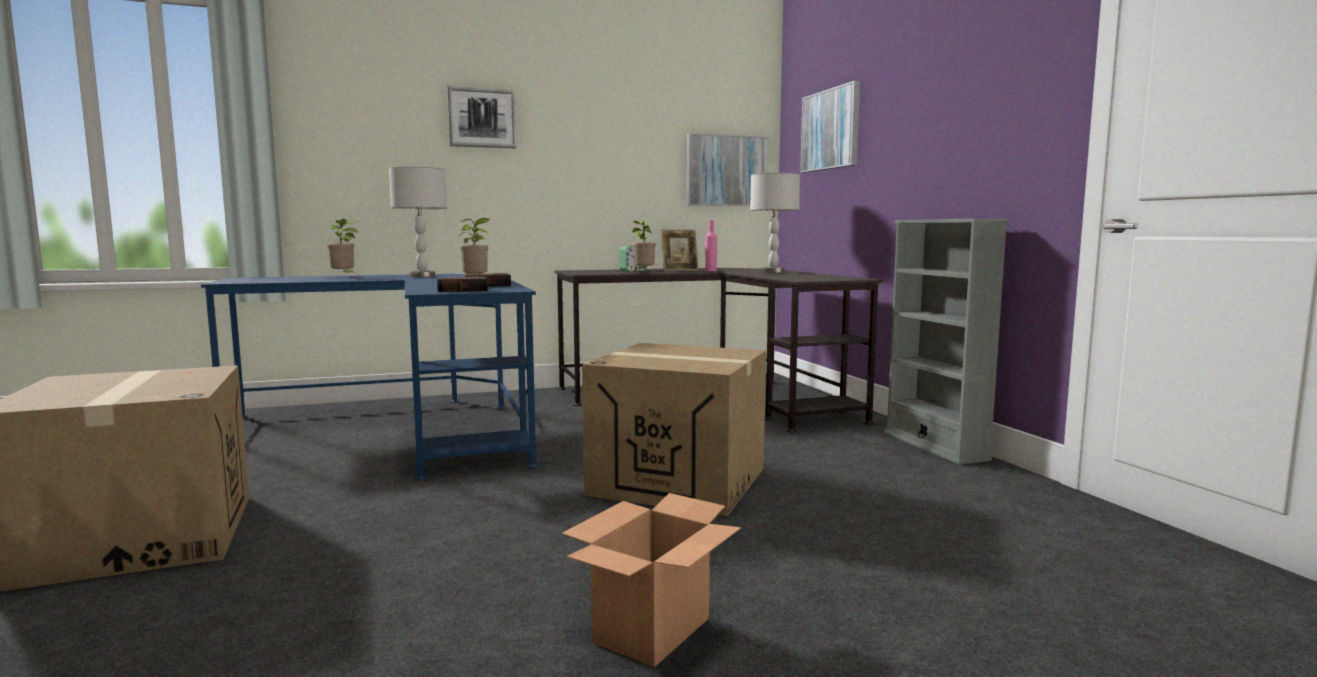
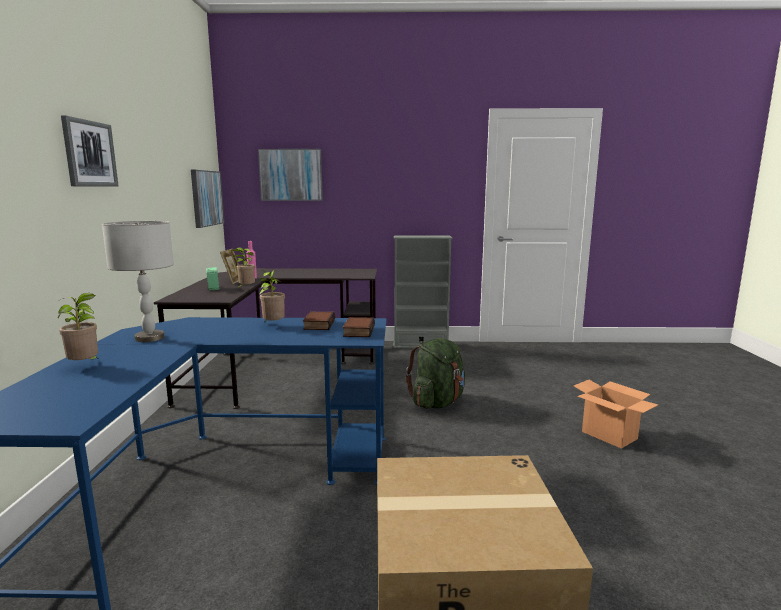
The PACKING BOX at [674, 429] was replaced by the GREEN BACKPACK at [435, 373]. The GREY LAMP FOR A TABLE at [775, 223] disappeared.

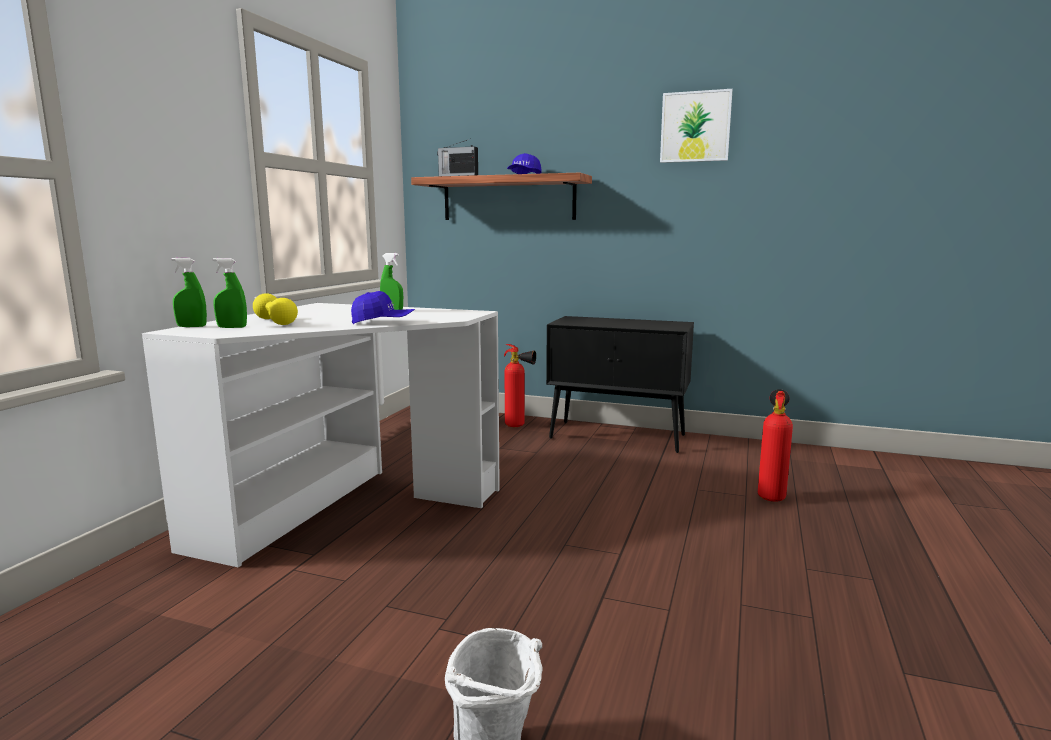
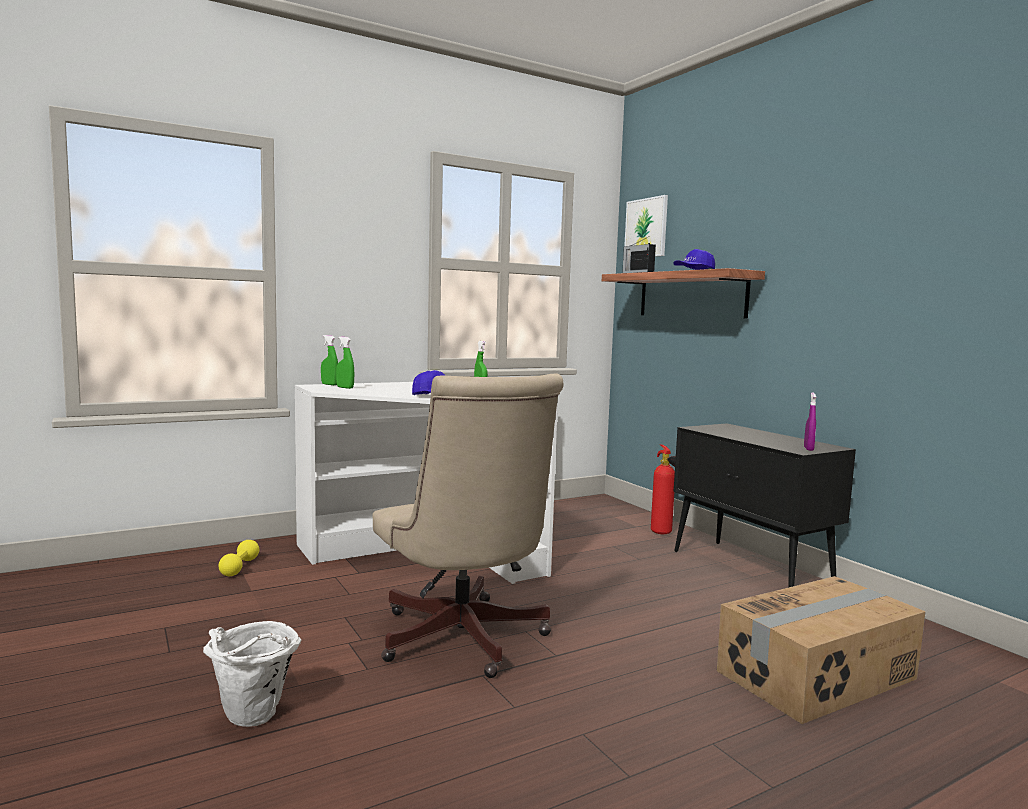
The YELLOWISH FREE WEIGHT moved from [275, 309] to [238, 558]. The WALL PICTURE moved from [696, 126] to [646, 226]. The FIRE-FIGHTING CYLINDER at [775, 445] was replaced by the PACKING BOX at [821, 650]. The BEIGE OFFICE CHAIR at [468, 525] appeared. The PURPLE-COLOURED HAND SPRAYER at [810, 422] appeared.

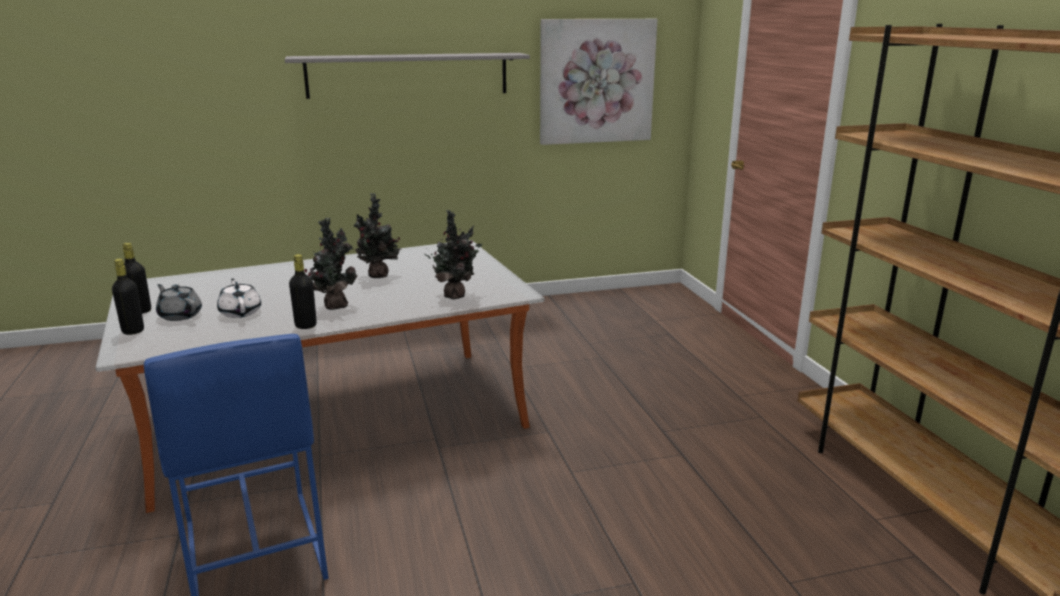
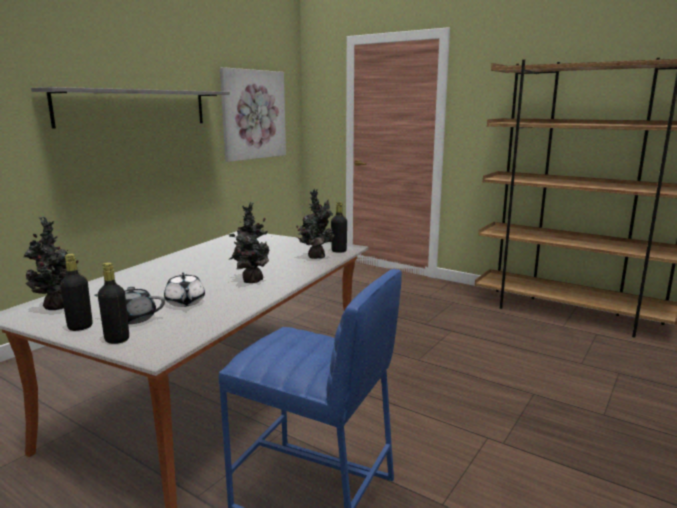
The WHITE-COLOURED POT FOR TEA at [239, 298] turned 135 degrees counterclockwise. The BLACKISH DRINK BOTTLE moved from [303, 291] to [339, 227]. The HOUSEPLANT moved from [378, 235] to [52, 263].

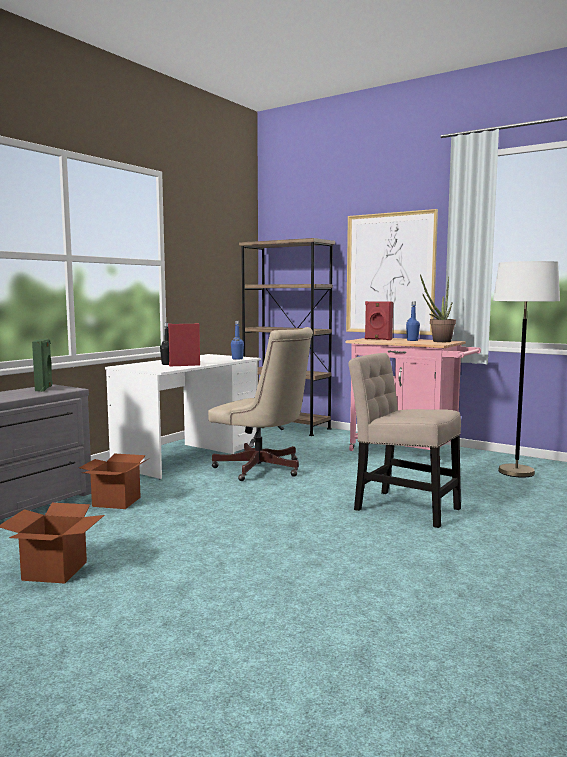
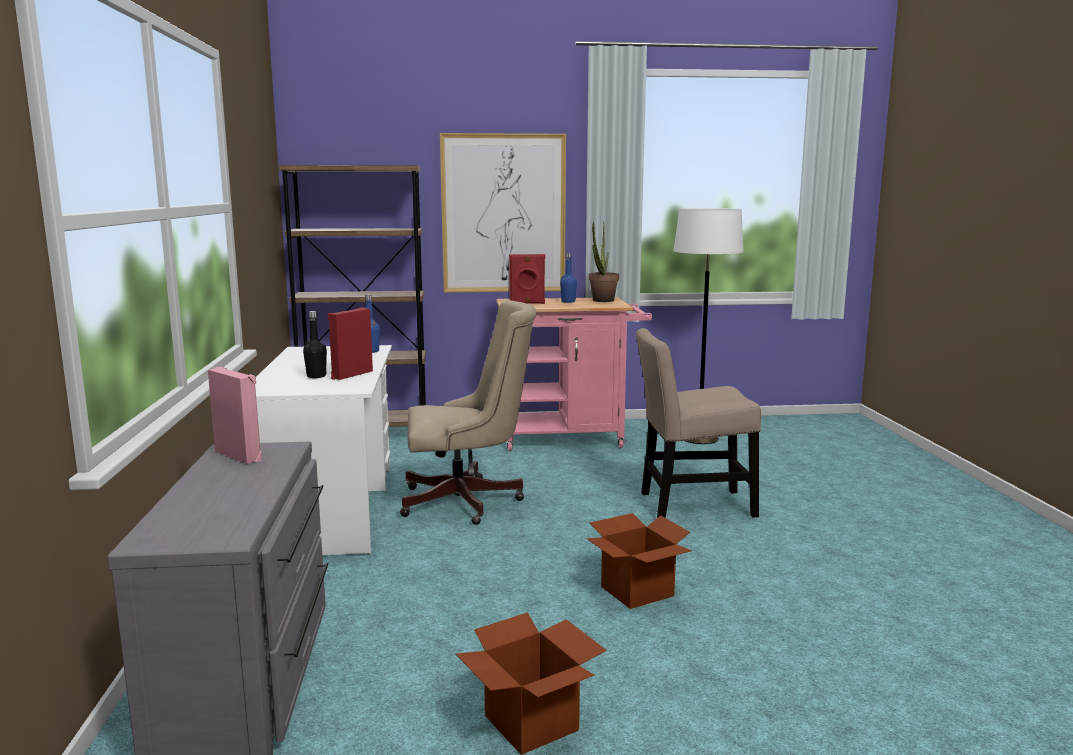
The GREEN LOUDSPEAKER at [42, 365] became the PINKISH LOUDSPEAKER at [235, 415]. The PACKING BOX moved from [114, 481] to [639, 561].

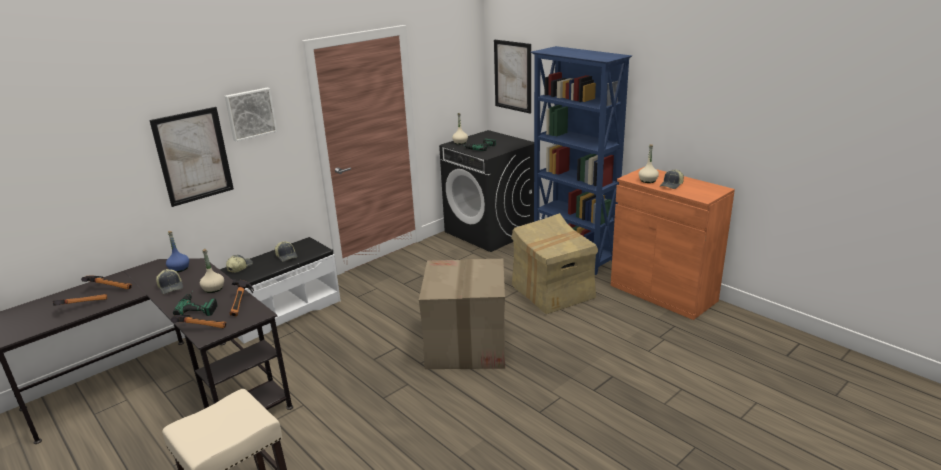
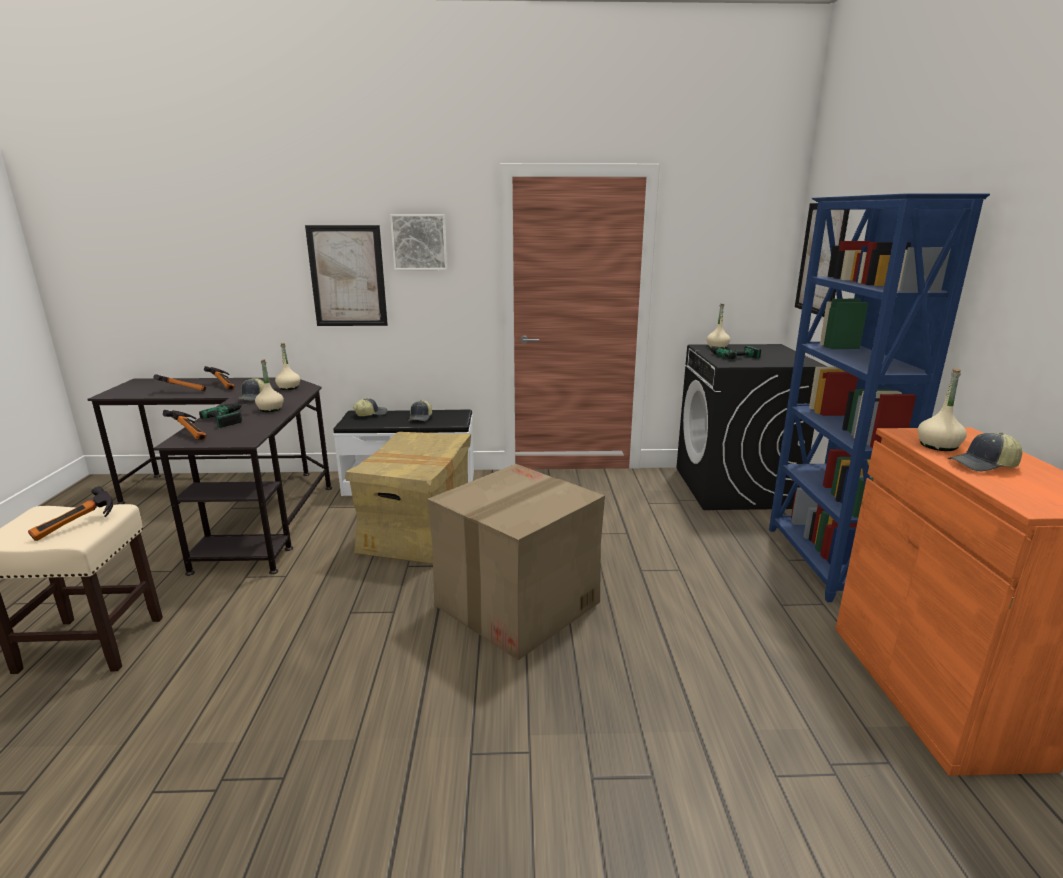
The BLUE-COLOURED DRINK BOTTLE at [177, 252] became the BEIGE DRINK BOTTLE at [287, 366]. The HAMMER moved from [242, 298] to [70, 513]. The PACKING BOX moved from [554, 263] to [408, 498].

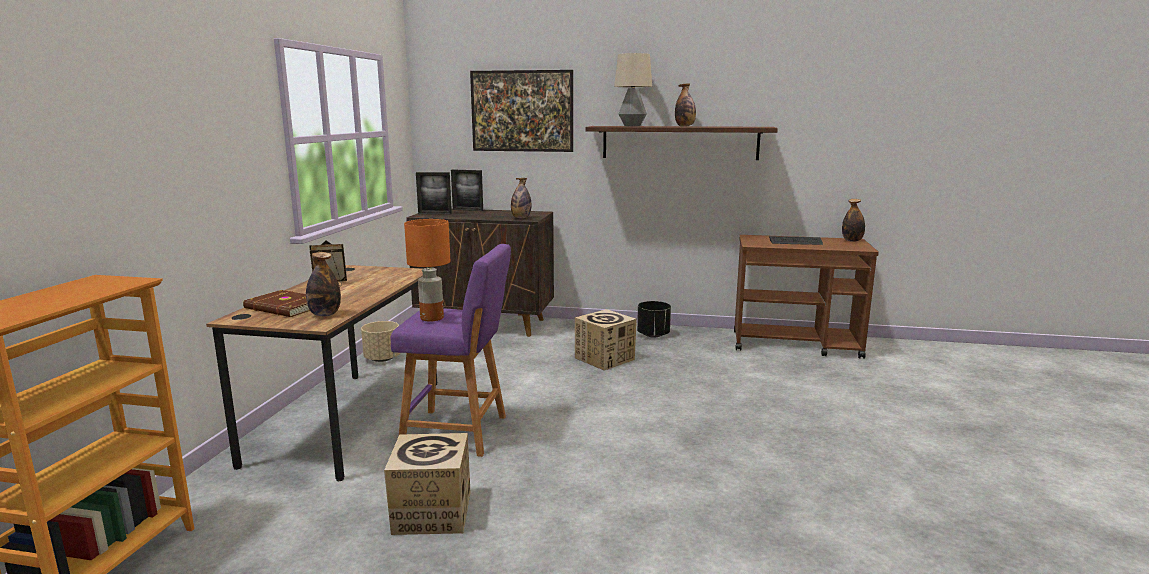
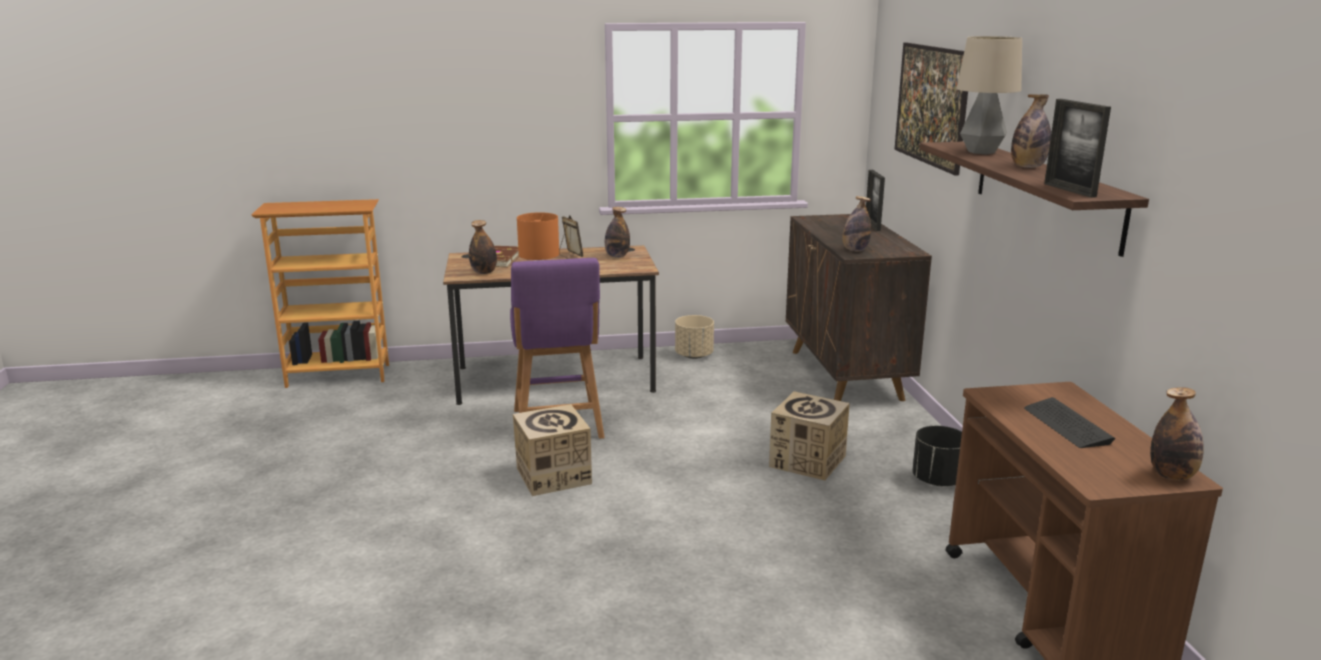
The PACKING BOX moved from [427, 484] to [552, 450]. The PHOTO FRAME moved from [434, 193] to [1077, 148]. The DRINK BOTTLE at [617, 232] appeared.

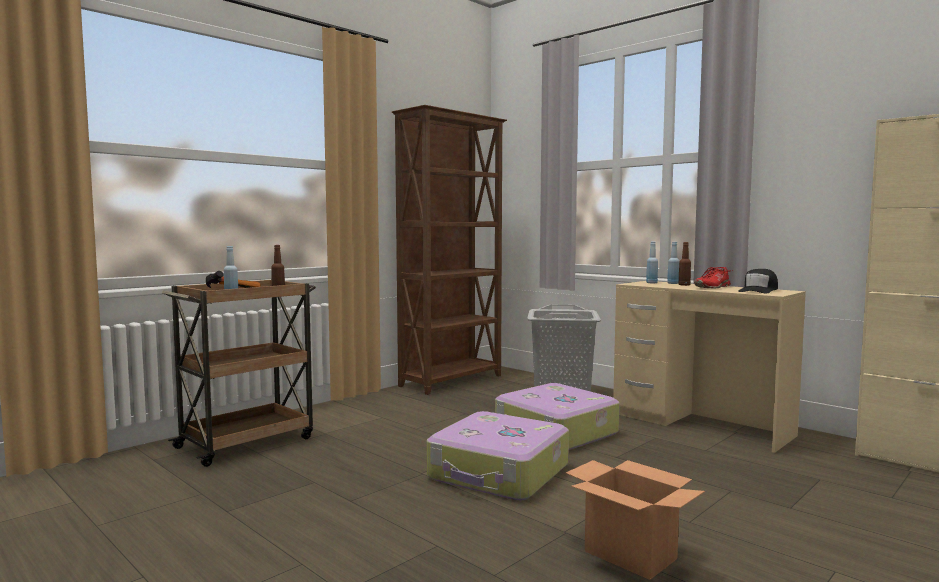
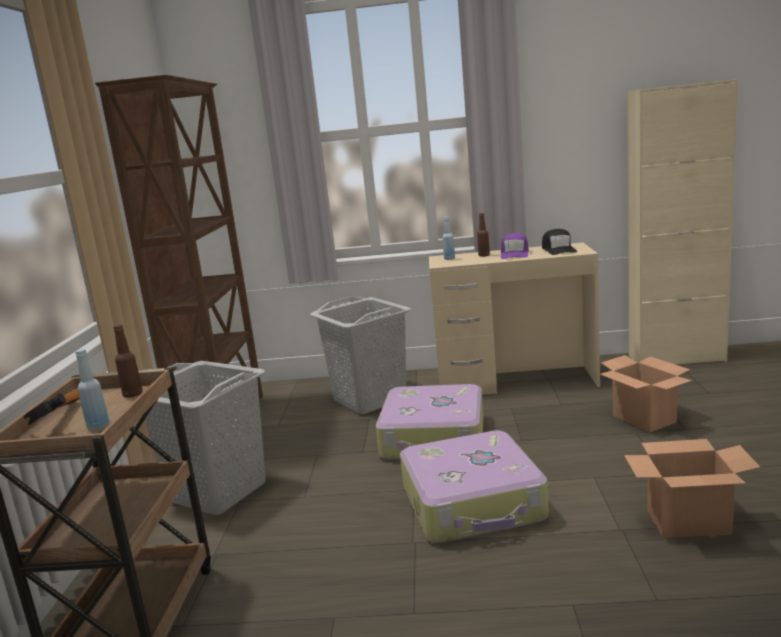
The BLUE-COLOURED DRINK BOTTLE at [673, 263] disappeared. The RED SHOE at [713, 278] was replaced by the PURPLE-COLOURED PEAKED CAP at [515, 246]. The GREY HAMPER at [205, 438] appeared. The PACKING BOX at [646, 393] appeared.

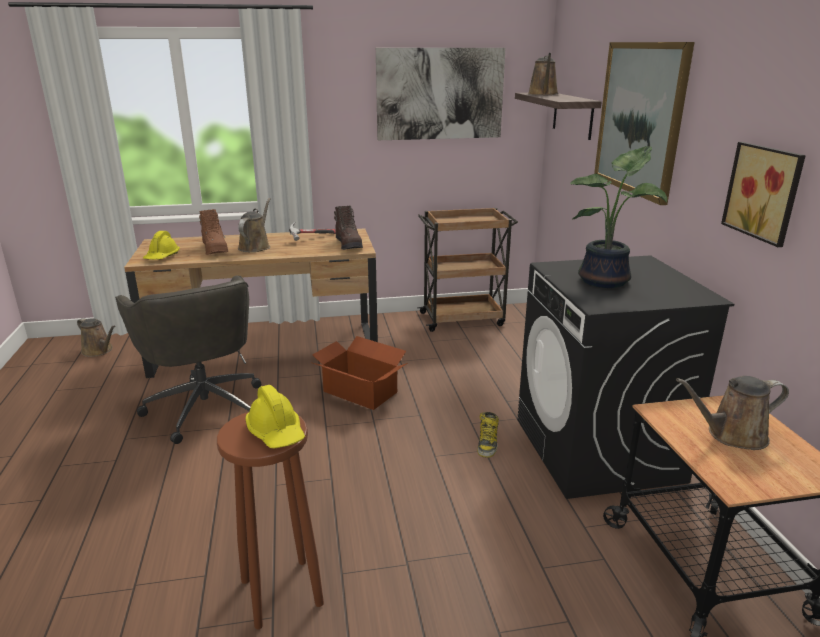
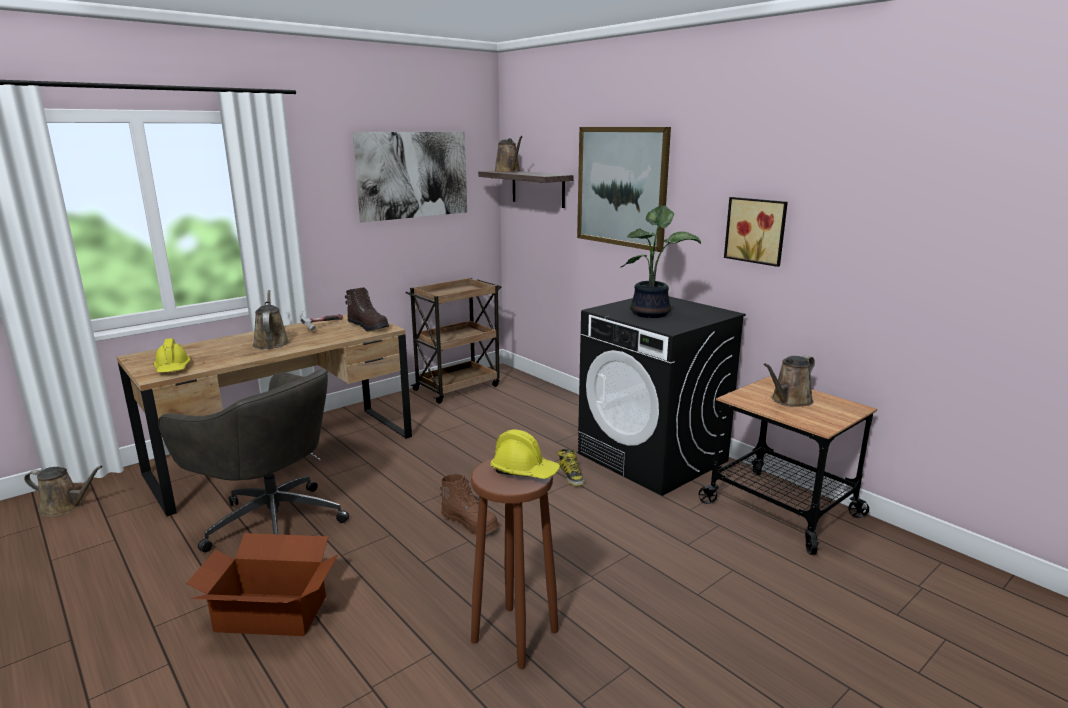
The BROWNISH HIGH-TOP BOOT moved from [213, 232] to [469, 504]. The PACKING BOX moved from [358, 373] to [262, 584].

